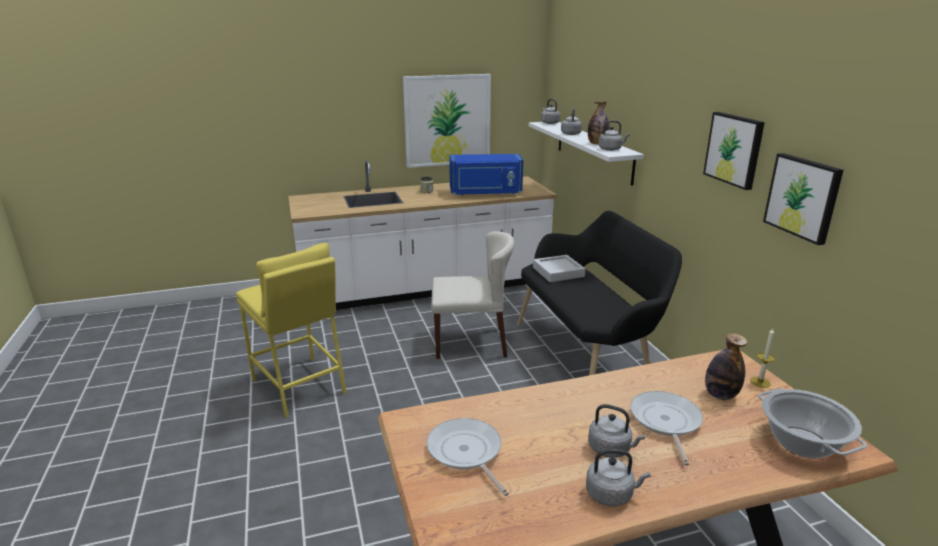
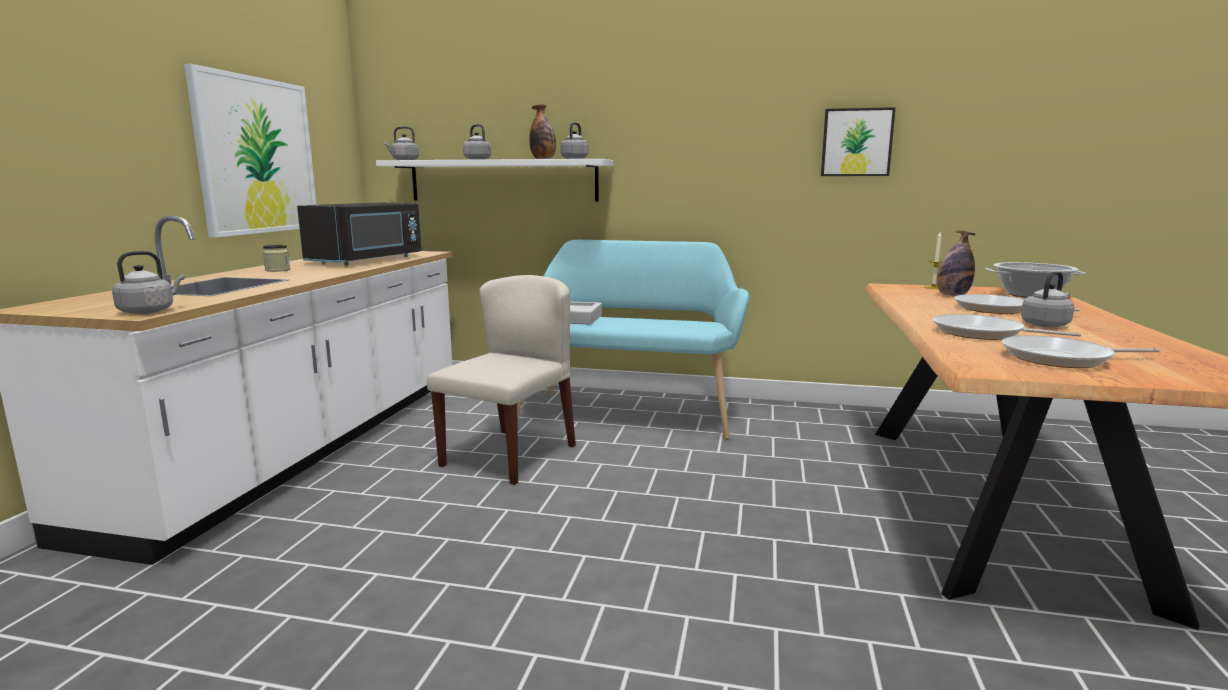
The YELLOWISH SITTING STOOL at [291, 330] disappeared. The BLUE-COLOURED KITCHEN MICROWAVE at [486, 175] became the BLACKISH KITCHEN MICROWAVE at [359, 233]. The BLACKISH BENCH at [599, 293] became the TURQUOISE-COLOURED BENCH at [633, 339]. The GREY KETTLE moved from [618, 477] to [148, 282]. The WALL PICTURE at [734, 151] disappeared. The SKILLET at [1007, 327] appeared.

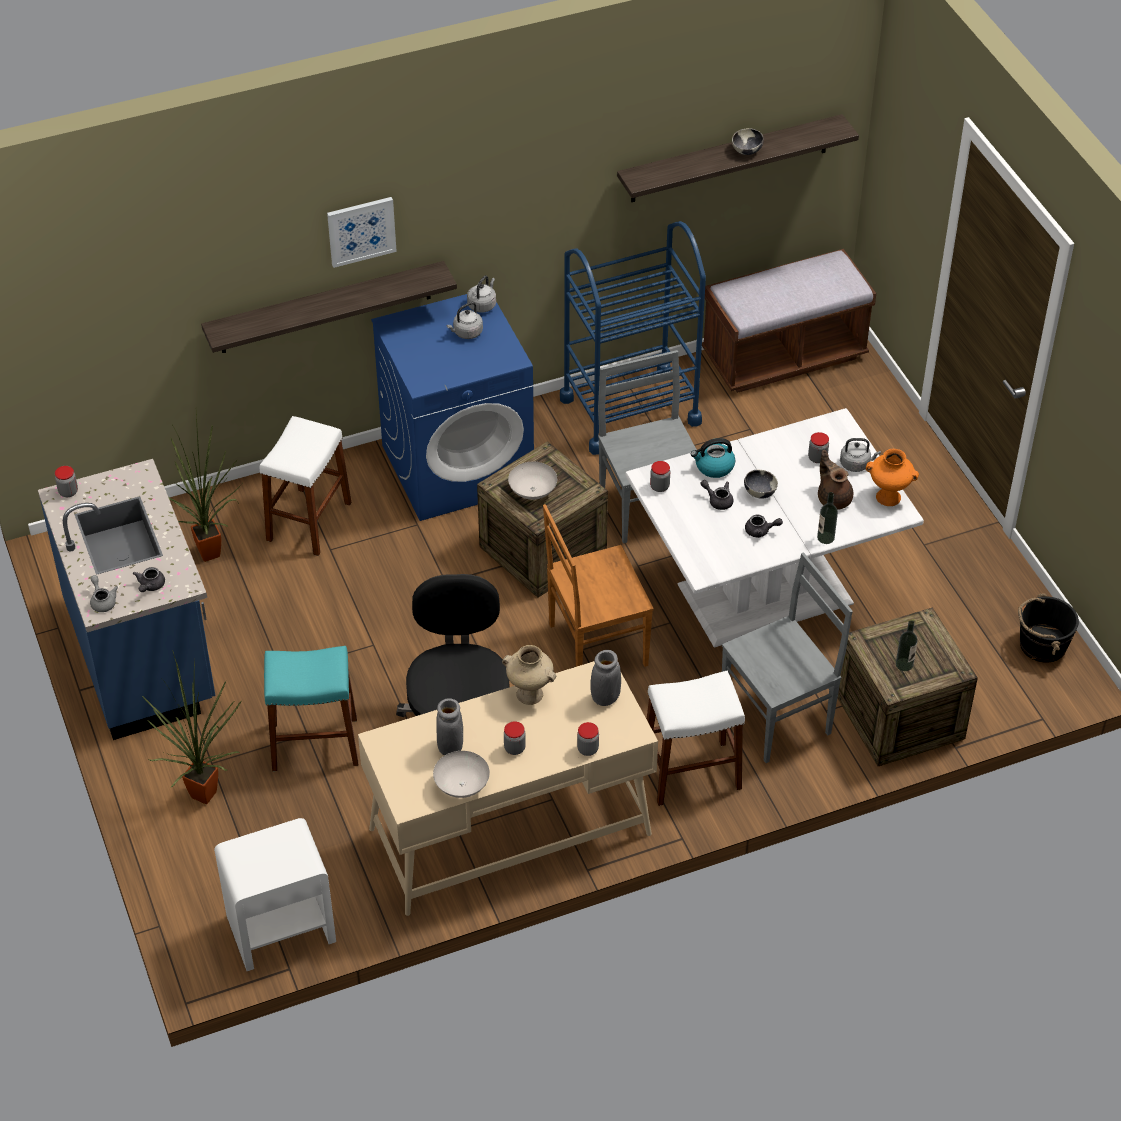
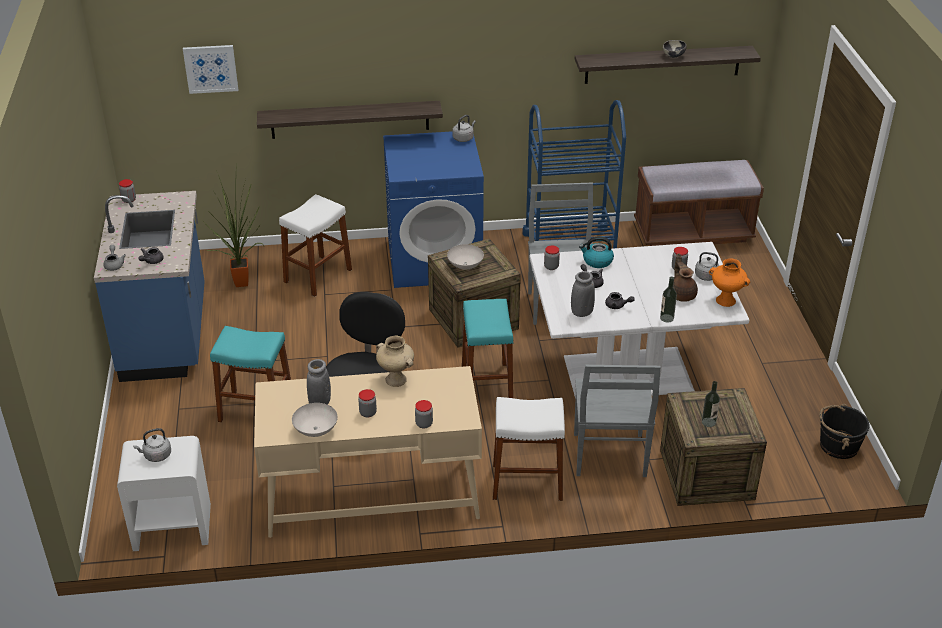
The HOUSEPLANT at [192, 727] disappeared. The WALL PICTURE moved from [362, 232] to [210, 69]. The GREY KETTLE moved from [465, 320] to [152, 445]. The BROWNISH UPRIGHT CHAIR at [598, 585] was replaced by the TURQUOISE-COLOURED SITTING STOOL at [488, 348]. The GREY DECORATIVE VASE moved from [605, 678] to [583, 294]. The GREY UPRIGHT CHAIR at [787, 657] turned 105 degrees clockwise. The DEEP DISH at [761, 484] disappeared.

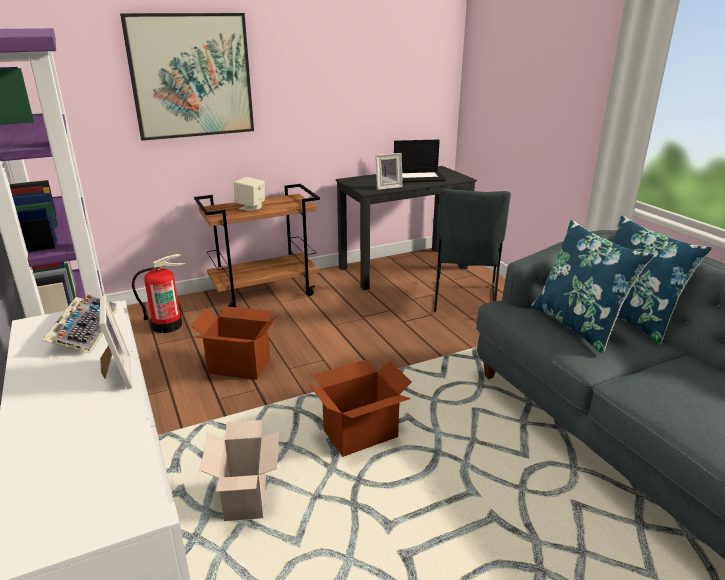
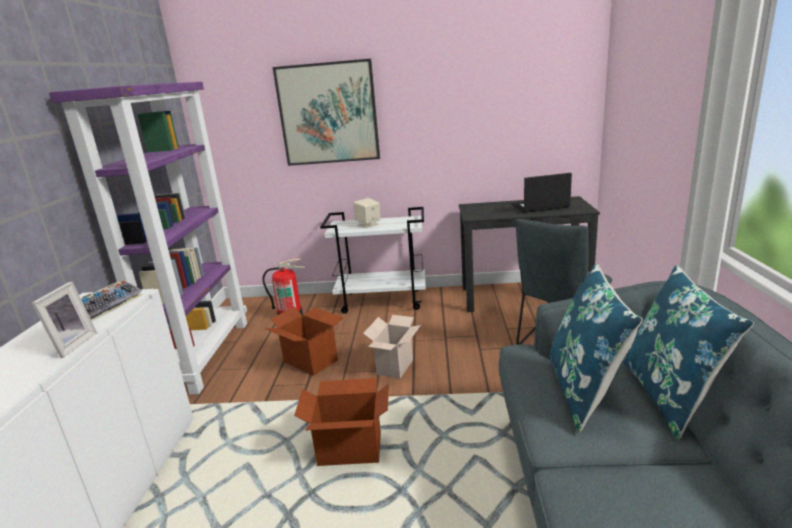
The BROWNISH WHEELED CART at [257, 245] became the WHITE-COLOURED WHEELED CART at [373, 260]. The PACKING BOX moved from [239, 470] to [392, 347]. The PHOTO FRAME at [389, 171] disappeared. The NOTEBOOK COMPUTER at [420, 161] turned 150 degrees clockwise.

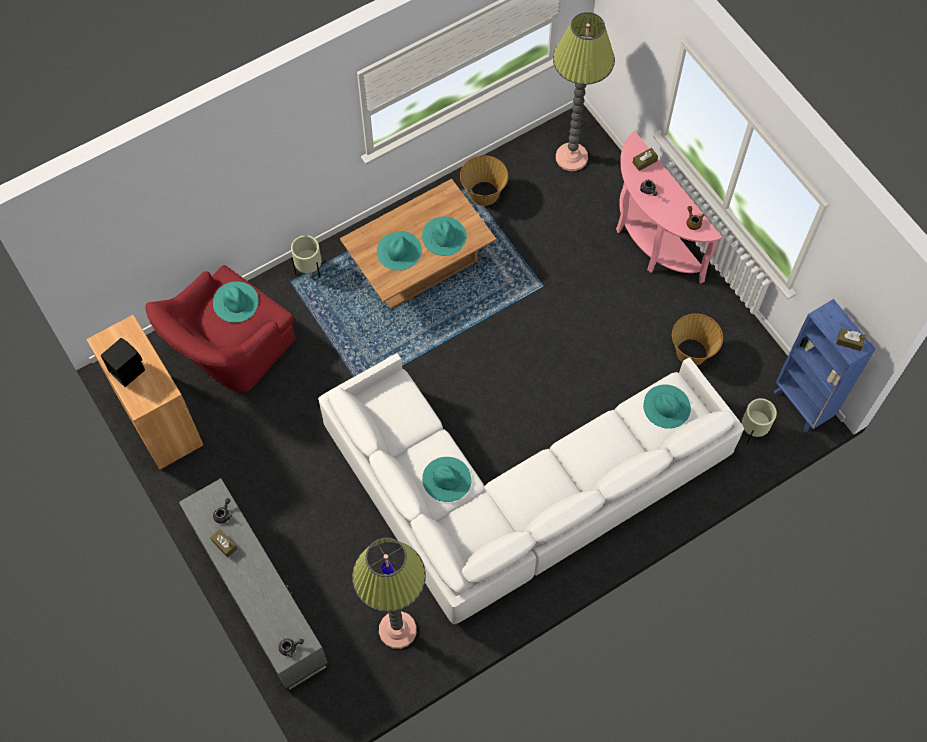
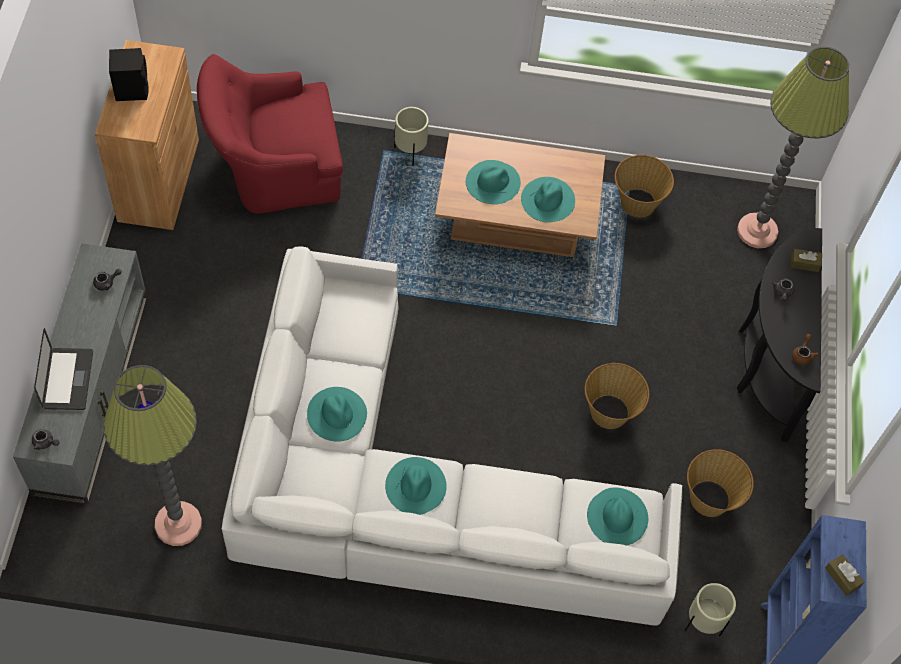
The BROWNISH BOX OF TISSUES at [223, 543] disappeared. The TURQUOISE-COLOURED WEARABLE HAT moved from [236, 302] to [416, 486]. The PINKISH CONSOLE TABLE at [669, 207] became the BLACKISH CONSOLE TABLE at [779, 335]. The NOTEBOOK COMPUTER at [63, 369] appeared. The HOUSEHOLD BASKET at [617, 396] appeared.

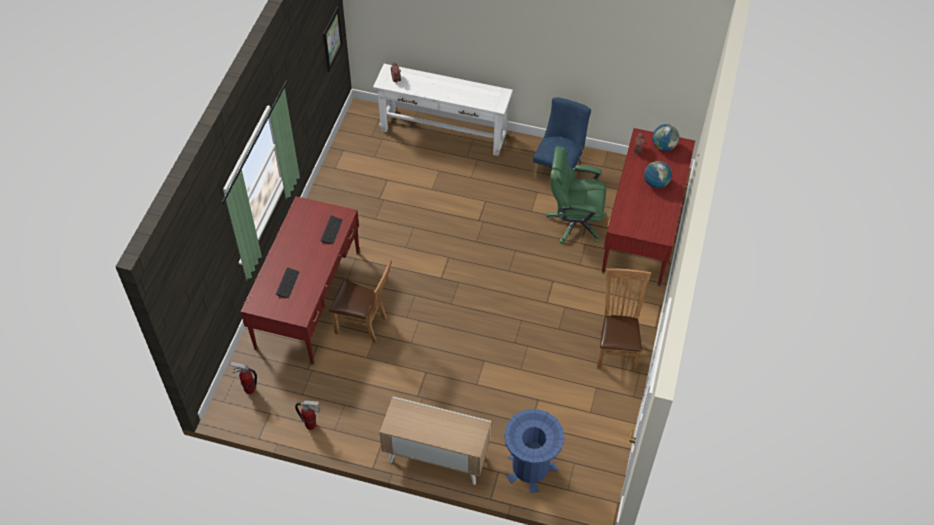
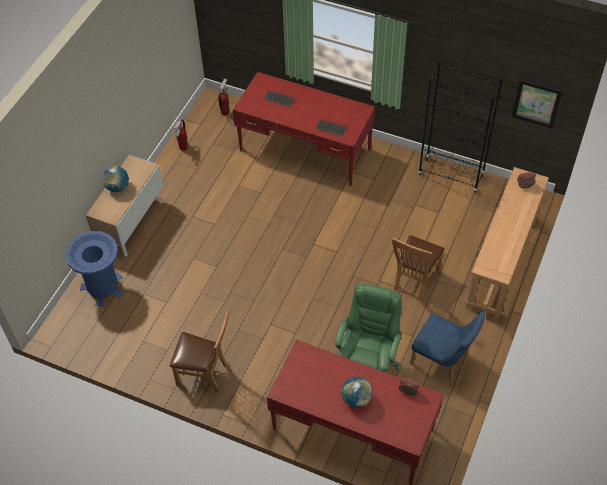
The BROWNISH UPRIGHT CHAIR moved from [360, 300] to [418, 268]. The WHITE-COLOURED CONSOLE TABLE at [443, 110] became the BROWNISH CONSOLE TABLE at [507, 243]. The DESK GLOBE moved from [665, 137] to [115, 179]. The BLACKISH SHELVING UNIT at [460, 127] appeared.

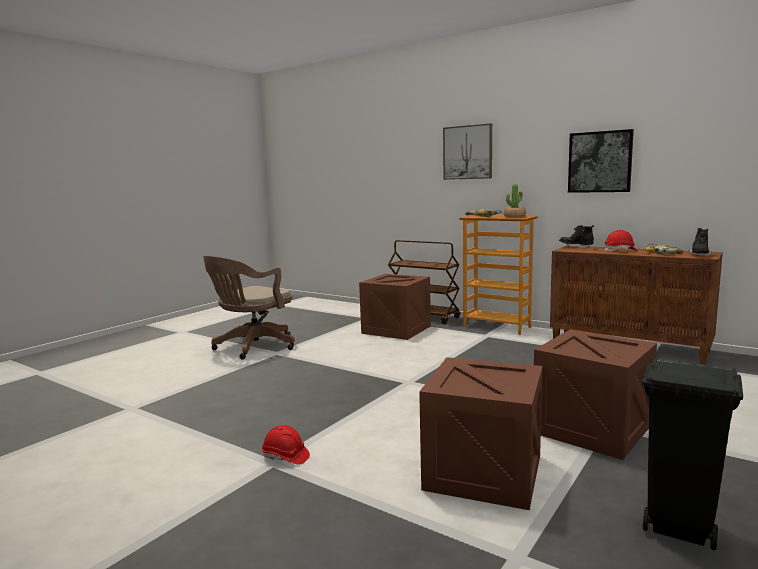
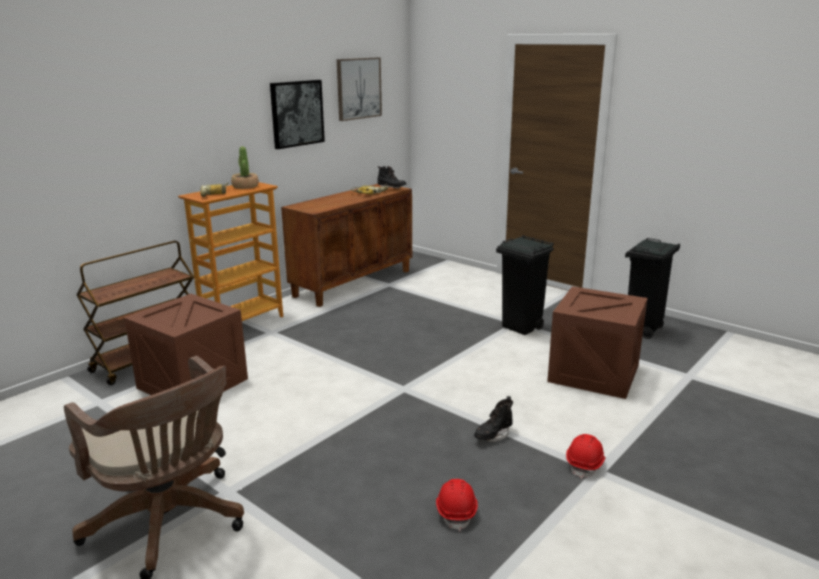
The WALL PICTURE moved from [467, 151] to [359, 89]. The SHIPPING CRATE at [595, 394] was replaced by the BLACKISH WASTE BIN at [525, 285]. The BLACKISH HIGH-TOP BOOT moved from [576, 237] to [493, 419]. The RED WORK HELMET moved from [621, 241] to [457, 505].

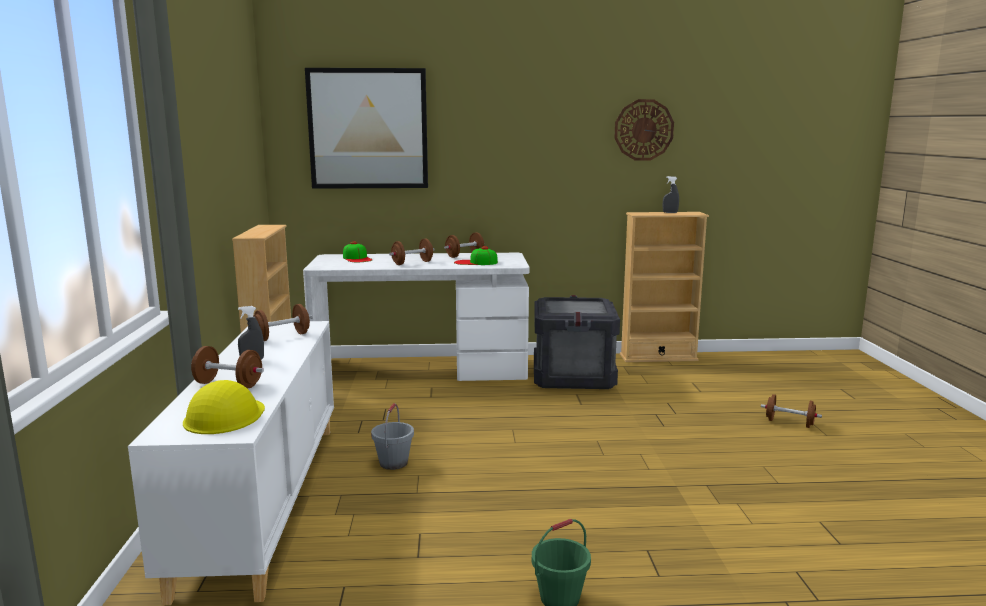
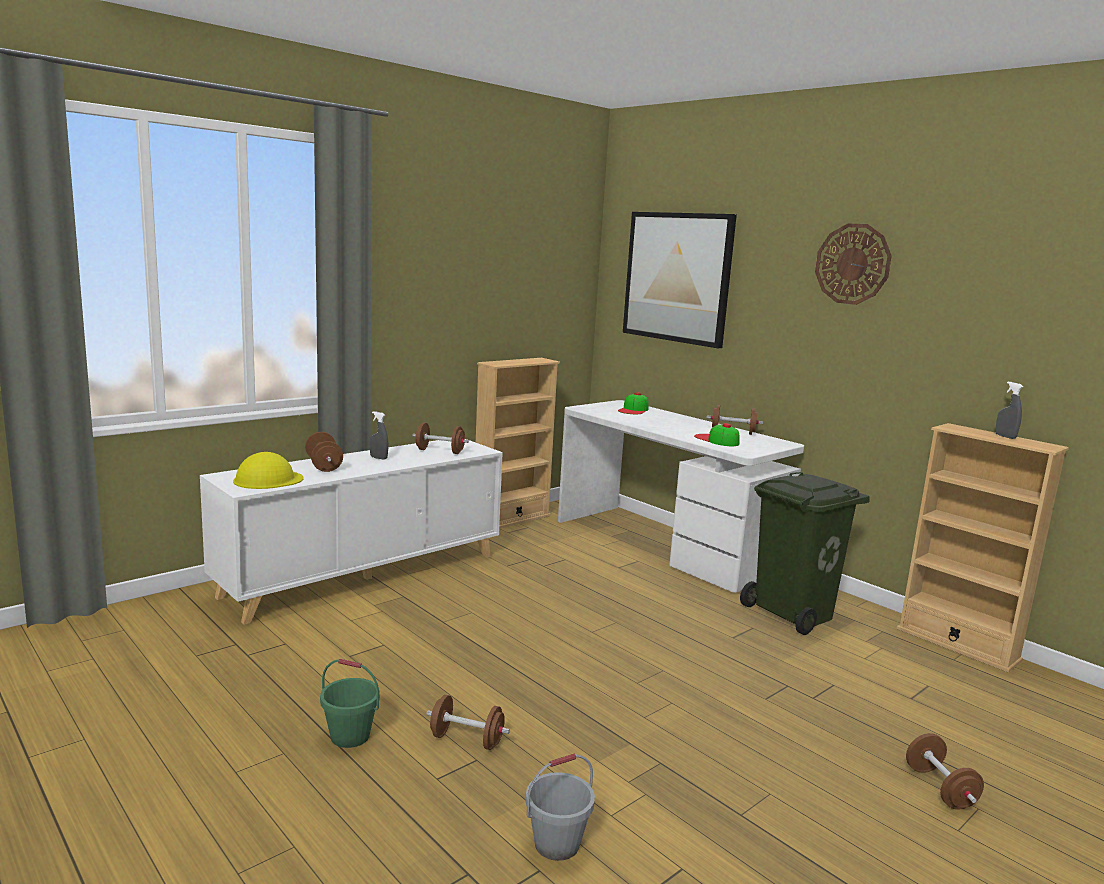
The GREY BUCKET moved from [392, 436] to [560, 807]. The BROWNISH FREE WEIGHT moved from [412, 252] to [468, 722]. The SHIPPING CRATE at [577, 342] was replaced by the GREEN WASTE BIN at [805, 553]. The WALL CLOCK moved from [644, 130] to [853, 264].

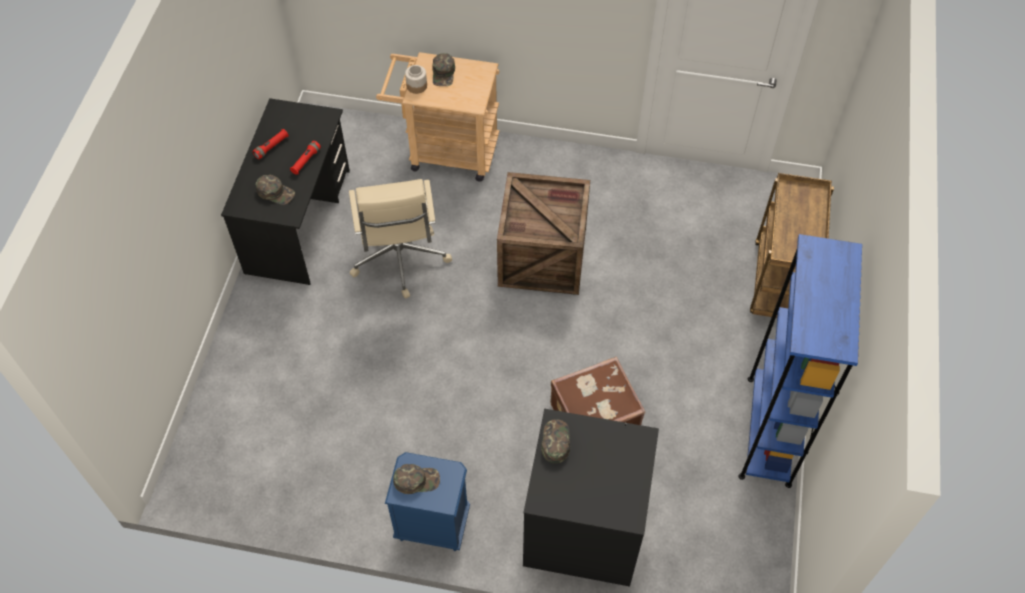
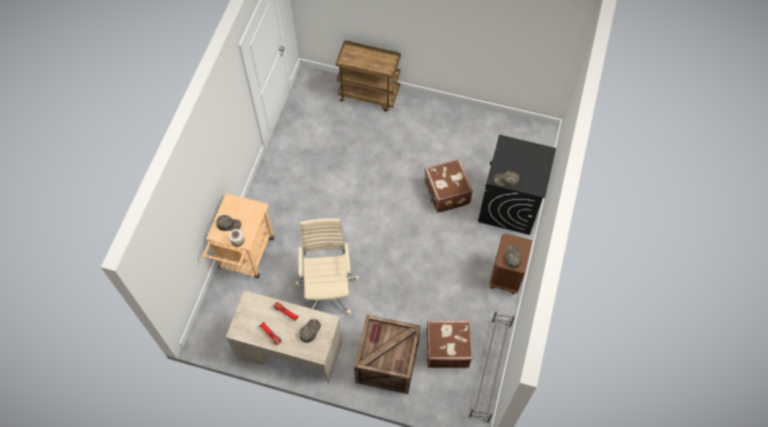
The BLACKISH DESK TABLE at [285, 191] became the BEIGE DESK TABLE at [284, 337]. The BEIGE OFFICE CHAIR at [400, 239] turned 90 degrees counterclockwise. The BLUE-COLOURED BEDSIDE TABLE at [427, 501] became the BROWNISH BEDSIDE TABLE at [511, 264]. The SHIPPING CRATE moved from [543, 233] to [387, 354]. The BLUE-COLOURED SHELVING UNIT at [800, 361] disappeared. The BROWNISH PIECE OF LUGGAGE at [449, 344] appeared. The GREY SHOE STAND at [492, 366] appeared.

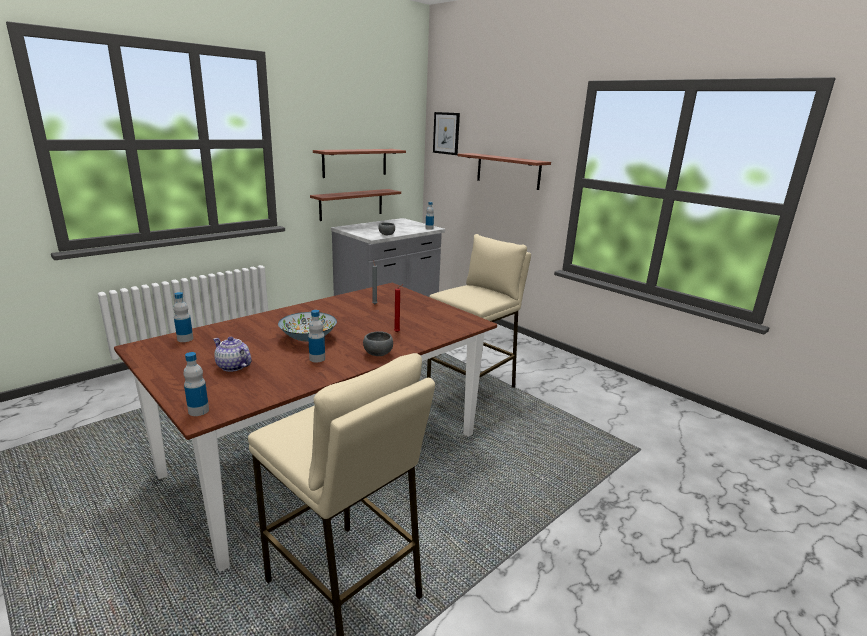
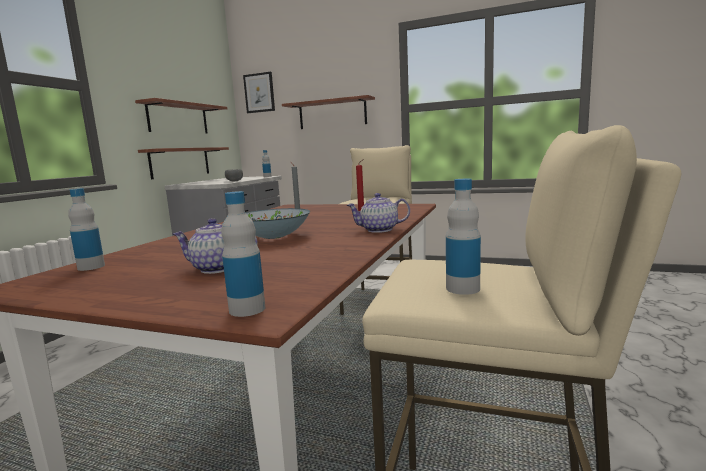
The DRINK BOTTLE moved from [316, 336] to [463, 237]. The GREY DEEP DISH at [378, 344] was replaced by the POT FOR TEA at [378, 213].

